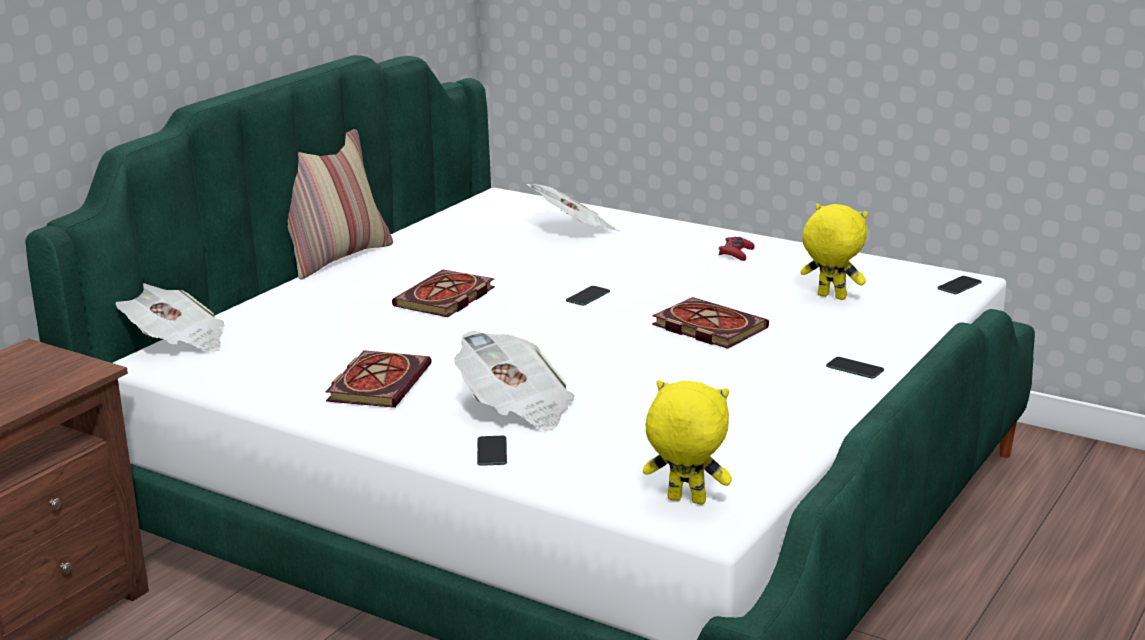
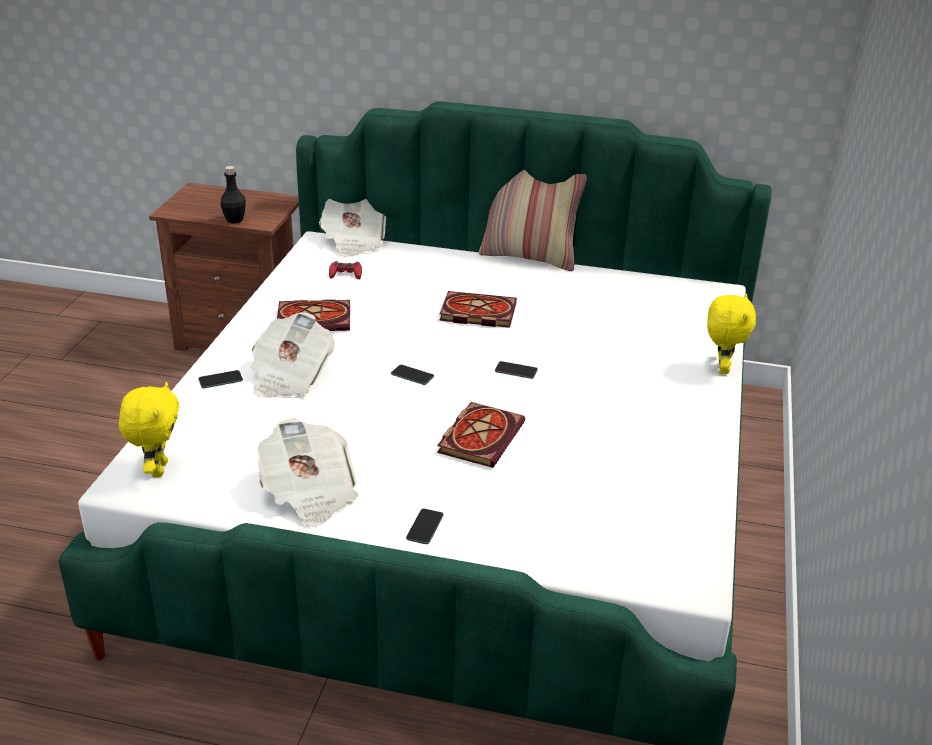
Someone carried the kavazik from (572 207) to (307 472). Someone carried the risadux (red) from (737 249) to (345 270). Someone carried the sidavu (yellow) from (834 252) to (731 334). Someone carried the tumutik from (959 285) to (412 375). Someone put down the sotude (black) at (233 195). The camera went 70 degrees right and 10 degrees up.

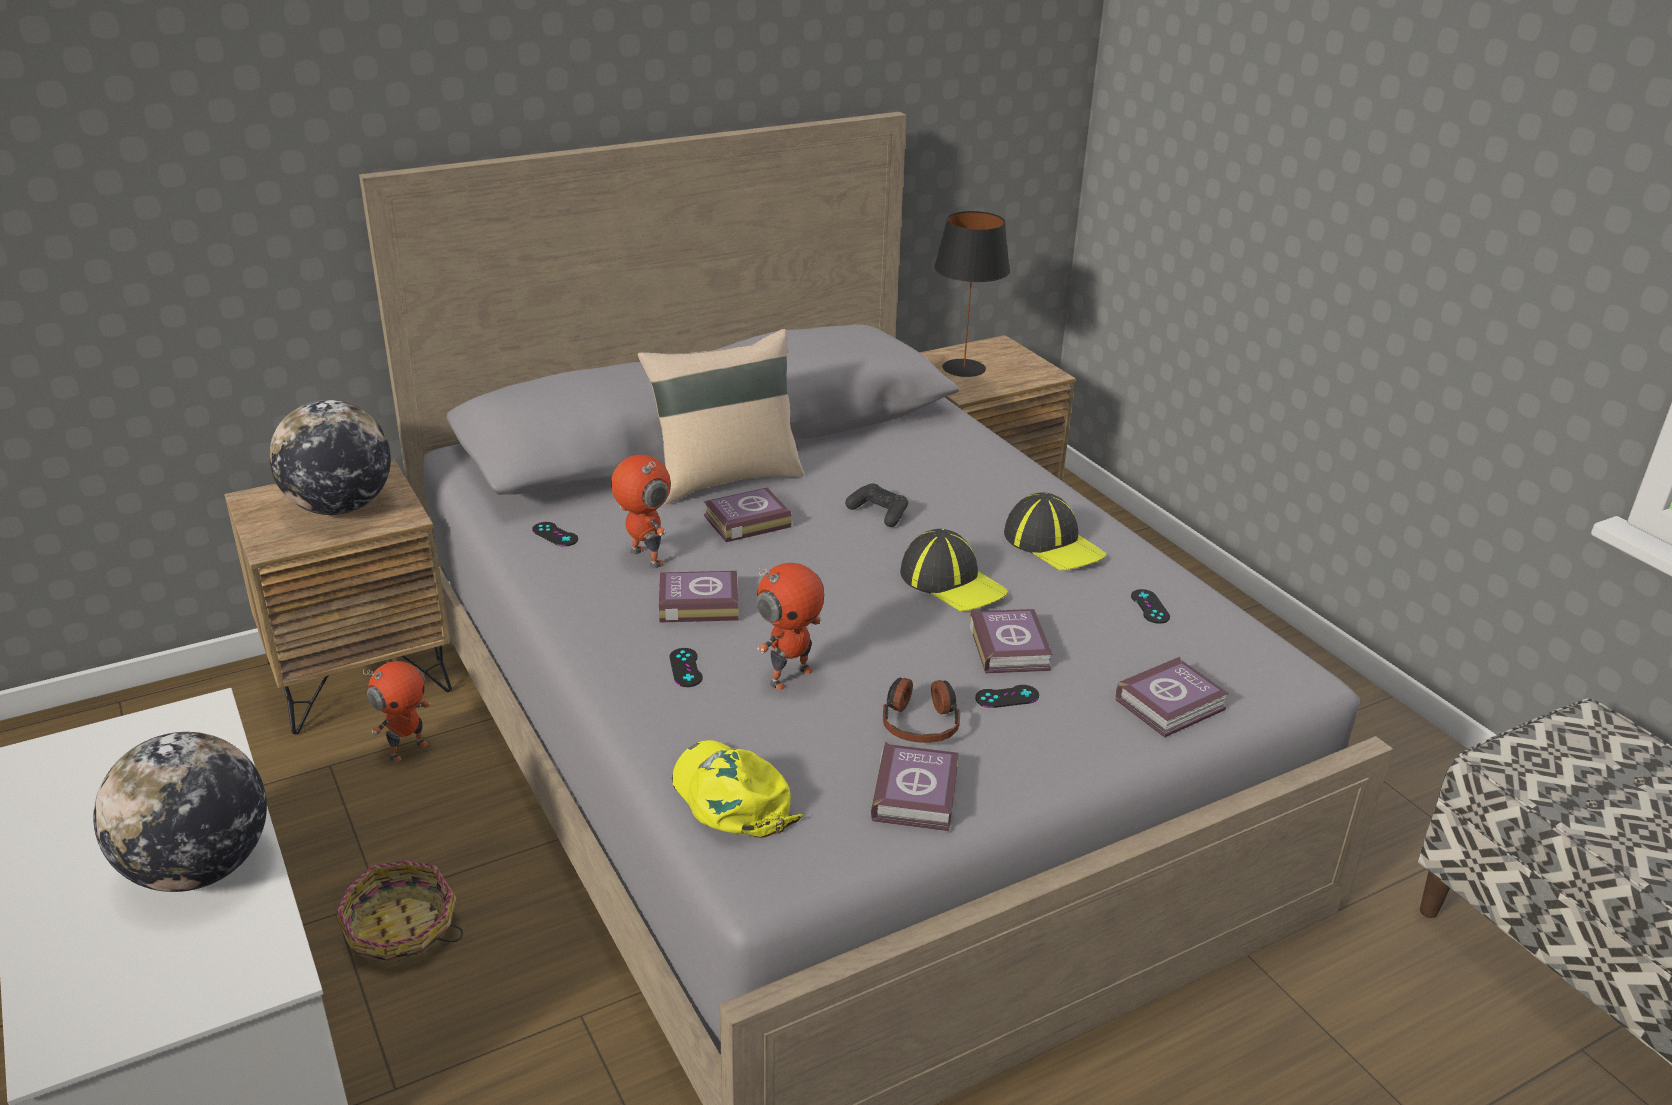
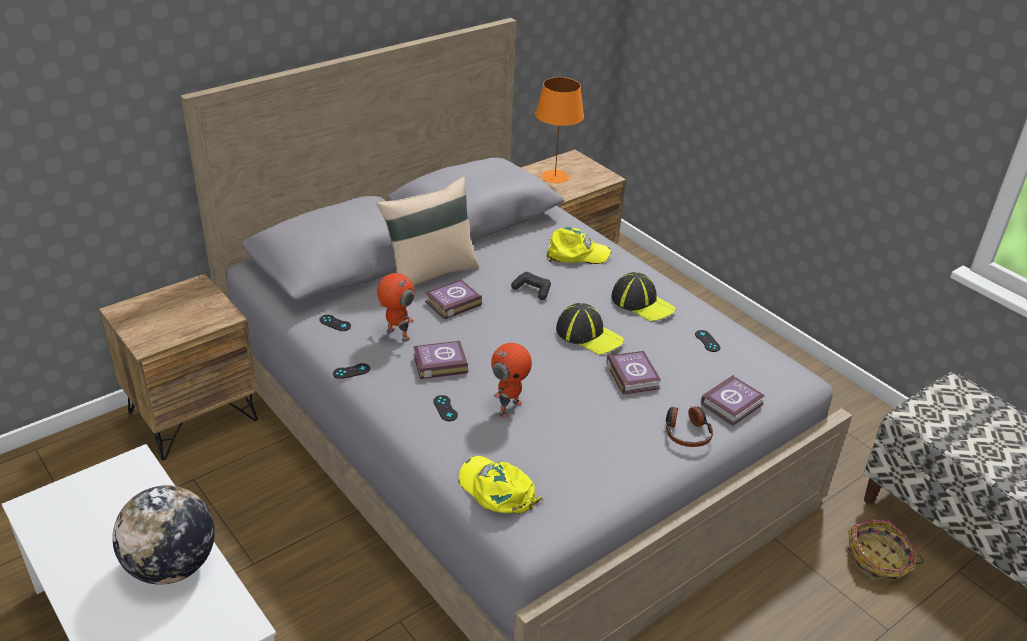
Someone took away the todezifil at (330 457). Someone carried the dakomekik from (399 912) to (885 550). Someone took away the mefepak at (396 712). Someone took away the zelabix at (915 786). Someone carried the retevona from (921 710) to (689 426). Someone repainted the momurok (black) at (972 294), which became the momurok (orange) at (559 130). Someone carried the risadux (black) from (1007 696) to (351 371). Someone put down the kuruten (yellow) at (579 245). The camera went 10 degrees left and 5 degrees up.

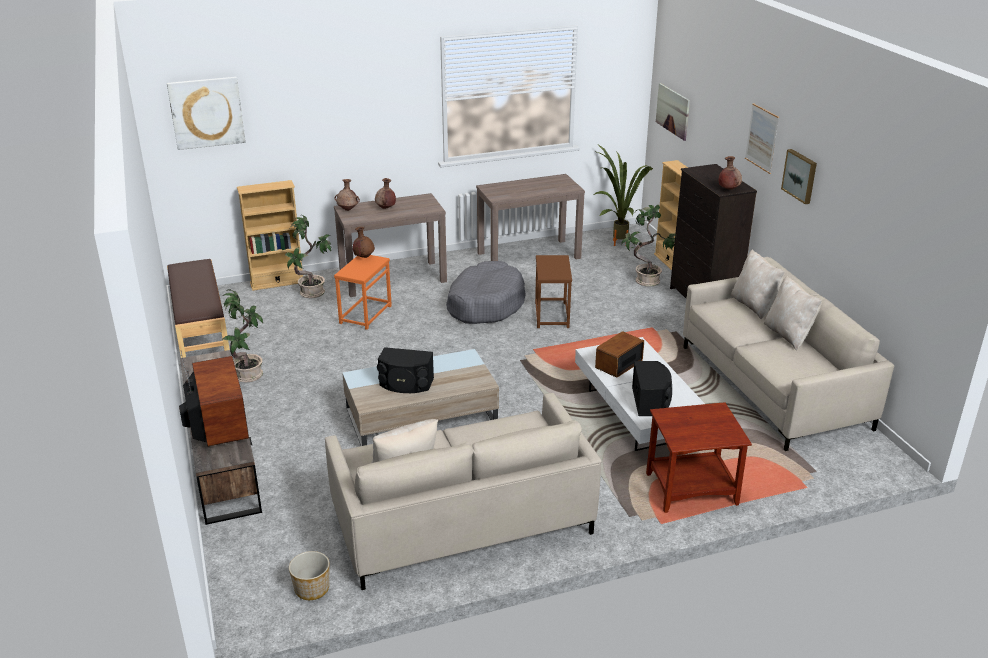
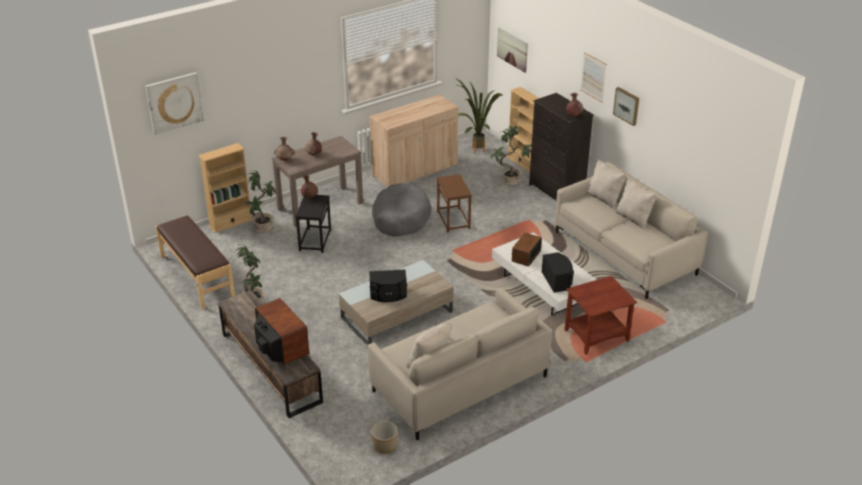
Someone repainted the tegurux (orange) at (363 292), which became the tegurux (black) at (313 224). Someone swapped the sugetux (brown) at (530 217) for the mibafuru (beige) at (413 140). The camera went 15 degrees left and 5 degrees up.

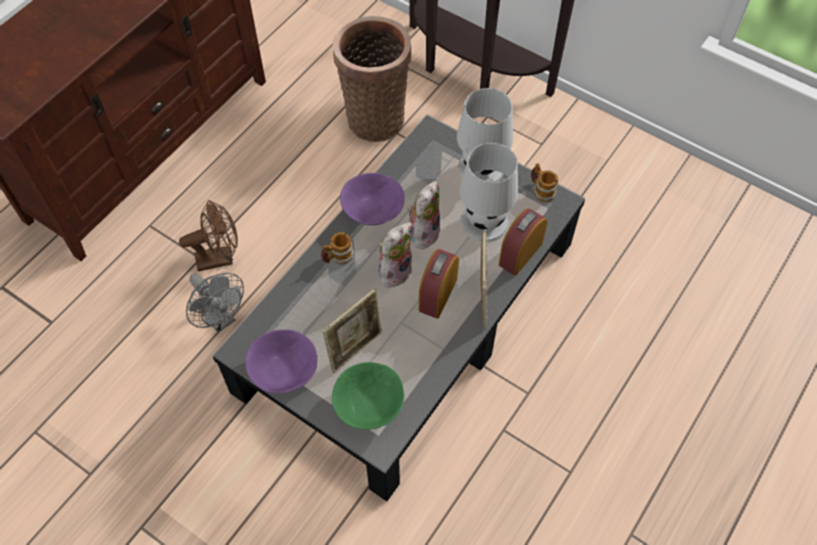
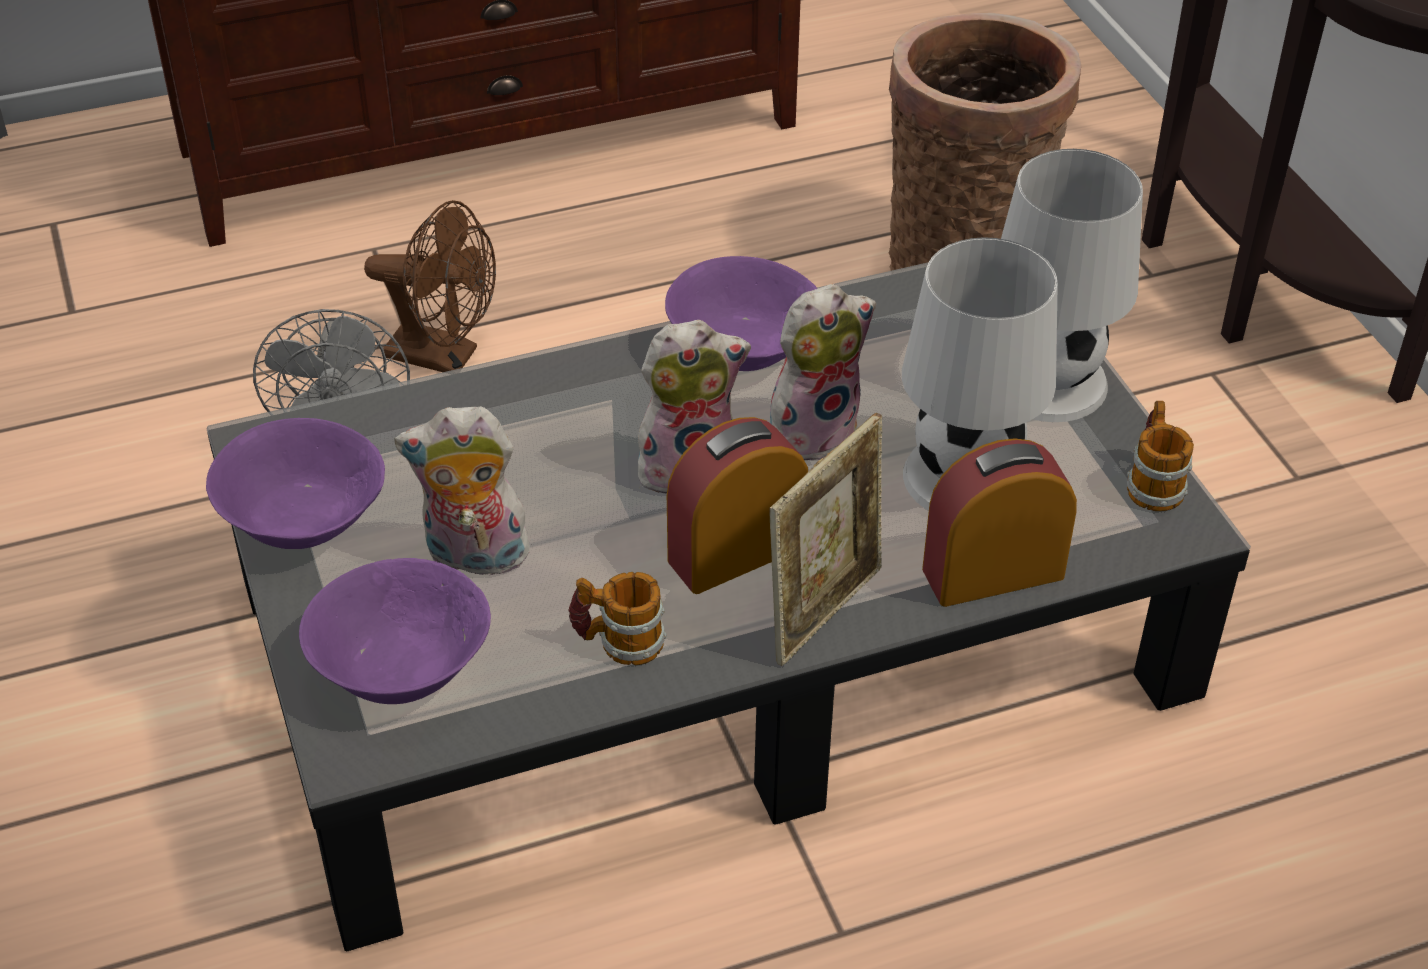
Someone carried the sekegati from (337 248) to (617 619). Someone swapped the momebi at (352 331) for the sidavu at (463 494). Someone repainted the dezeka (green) at (368 395), which became the dezeka (purple) at (395 631). The camera went 35 degrees right and 15 degrees down.

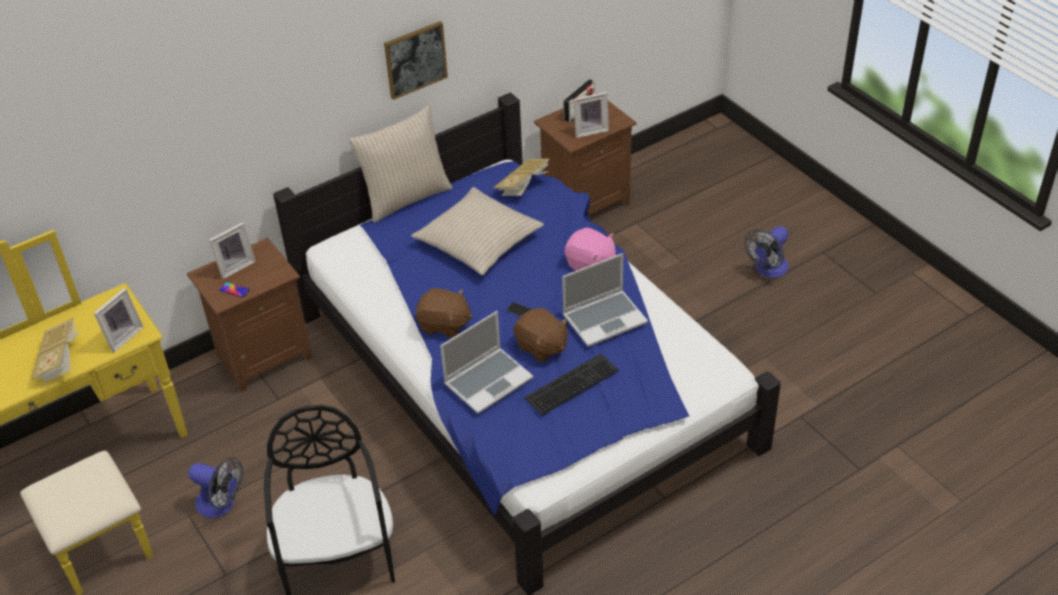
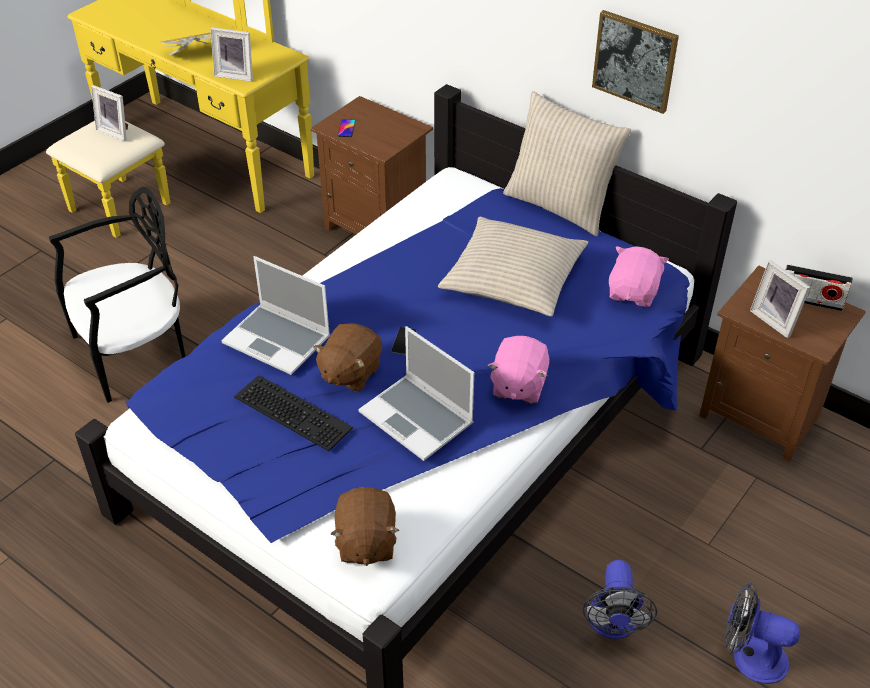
Someone carried the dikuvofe from (215 487) to (620 599). Someone carried the momebi from (232 250) to (109 113). Someone carried the sidavu (brown) from (444 313) to (365 526). Someone swapped the zelabix at (522 177) for the sidavu (pink) at (639 276). The camera went 70 degrees right and 0 degrees up.

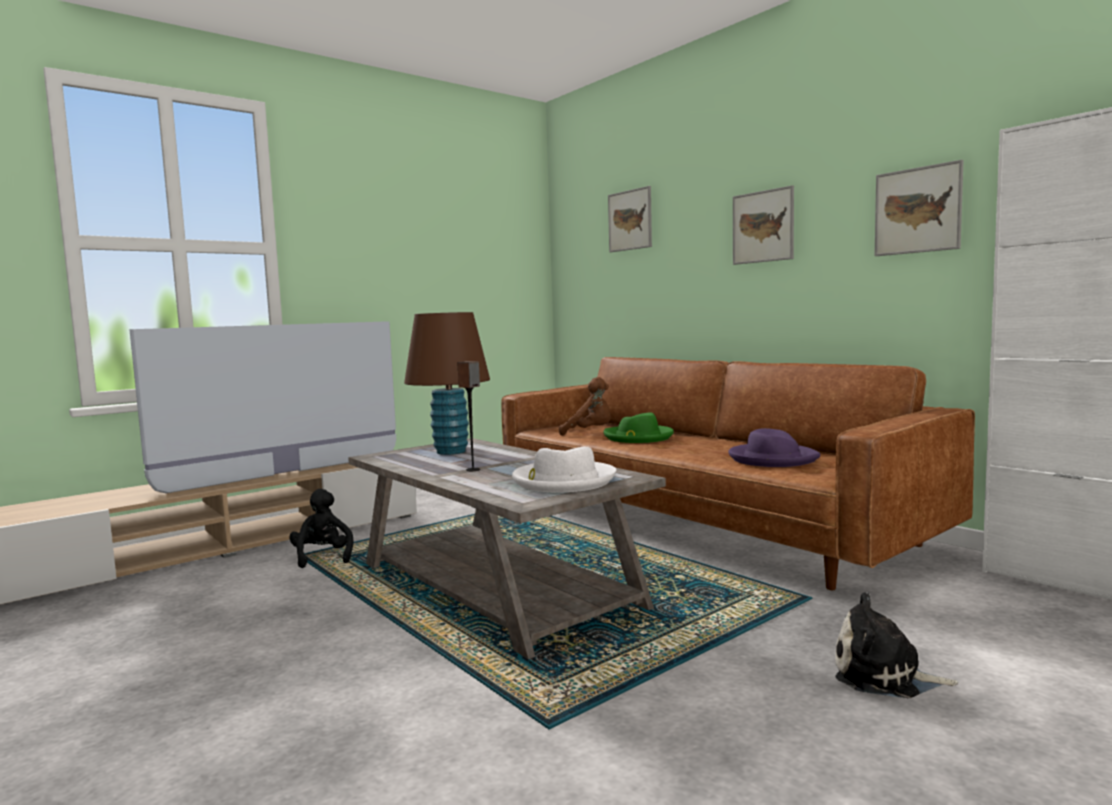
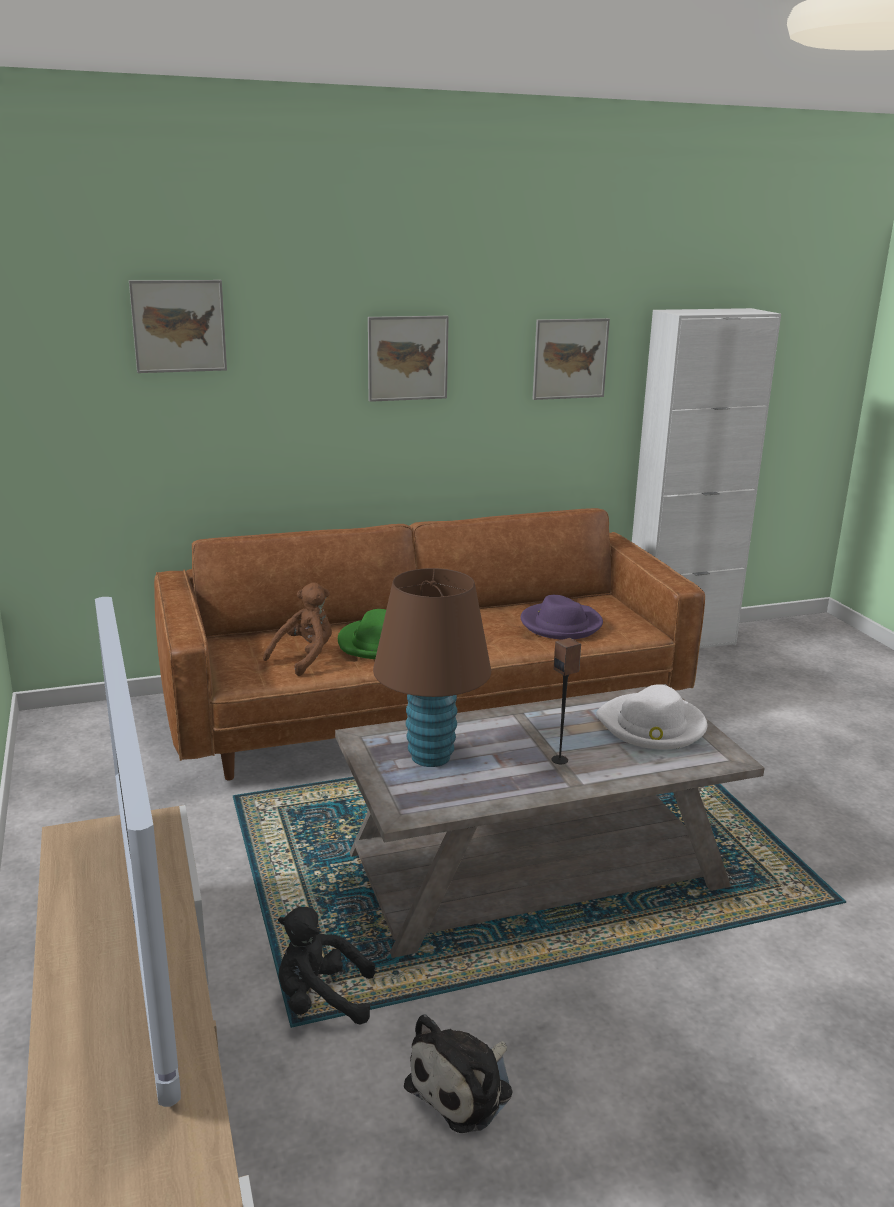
Someone carried the sidavu from (896 645) to (458 1073). The camera went 70 degrees left and 15 degrees up.

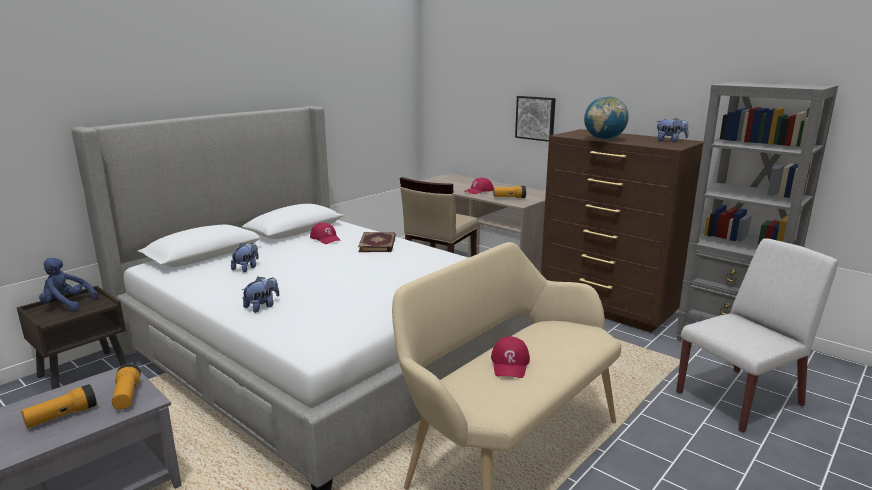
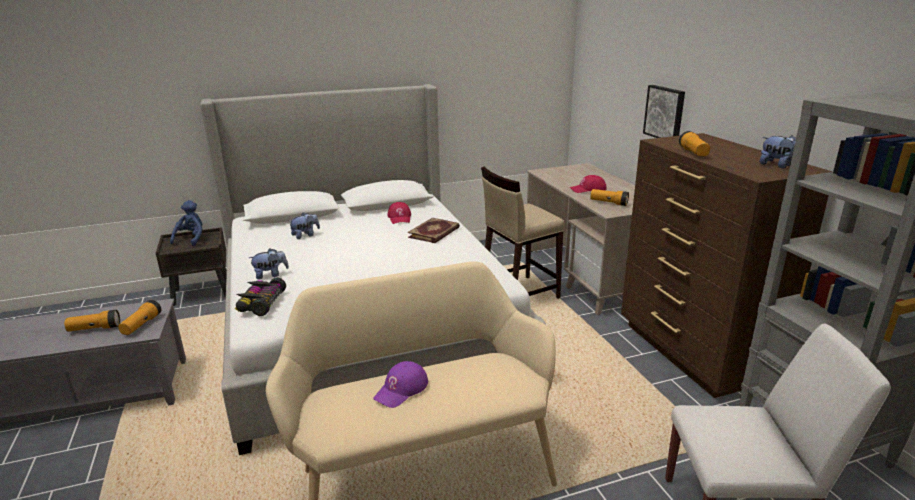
Someone rotated the sidavu (blue) at (68 284) by 60 degrees clockwise. Someone repainted the kuruten (red) at (510 357), which became the kuruten (purple) at (400 384). Someone swapped the todezifil at (606 118) for the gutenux at (694 143). Someone put down the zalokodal at (260 297). The camera went 30 degrees right and 5 degrees up.

